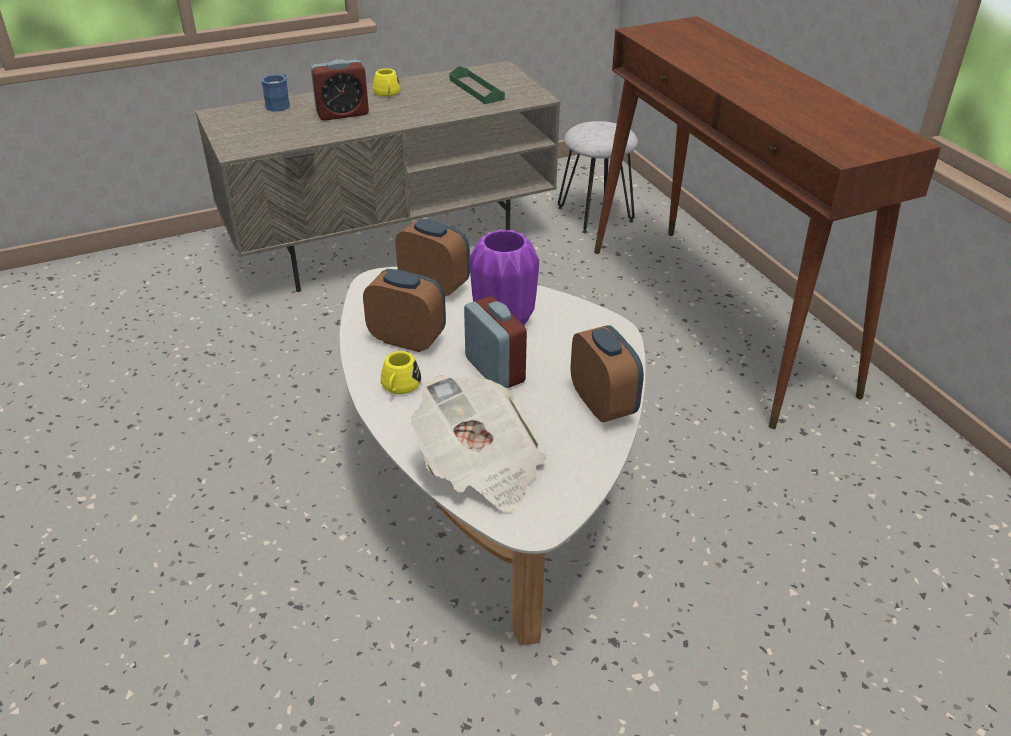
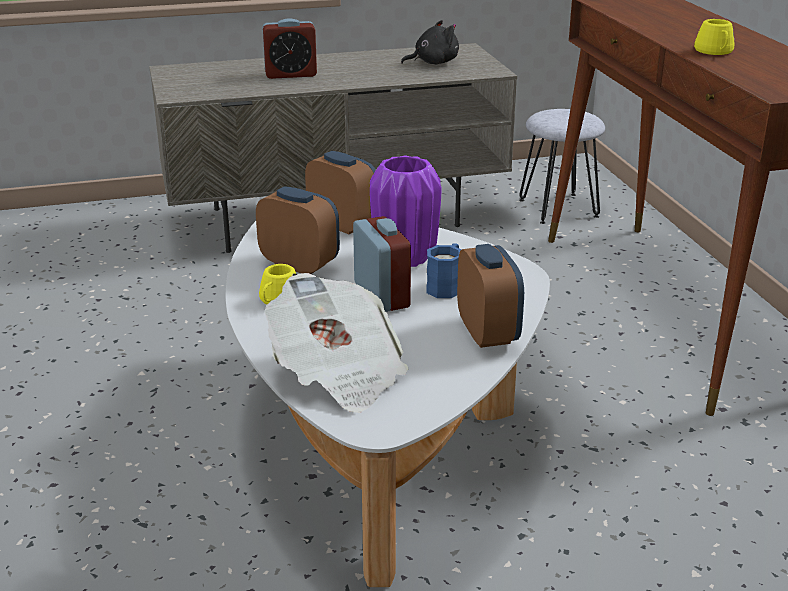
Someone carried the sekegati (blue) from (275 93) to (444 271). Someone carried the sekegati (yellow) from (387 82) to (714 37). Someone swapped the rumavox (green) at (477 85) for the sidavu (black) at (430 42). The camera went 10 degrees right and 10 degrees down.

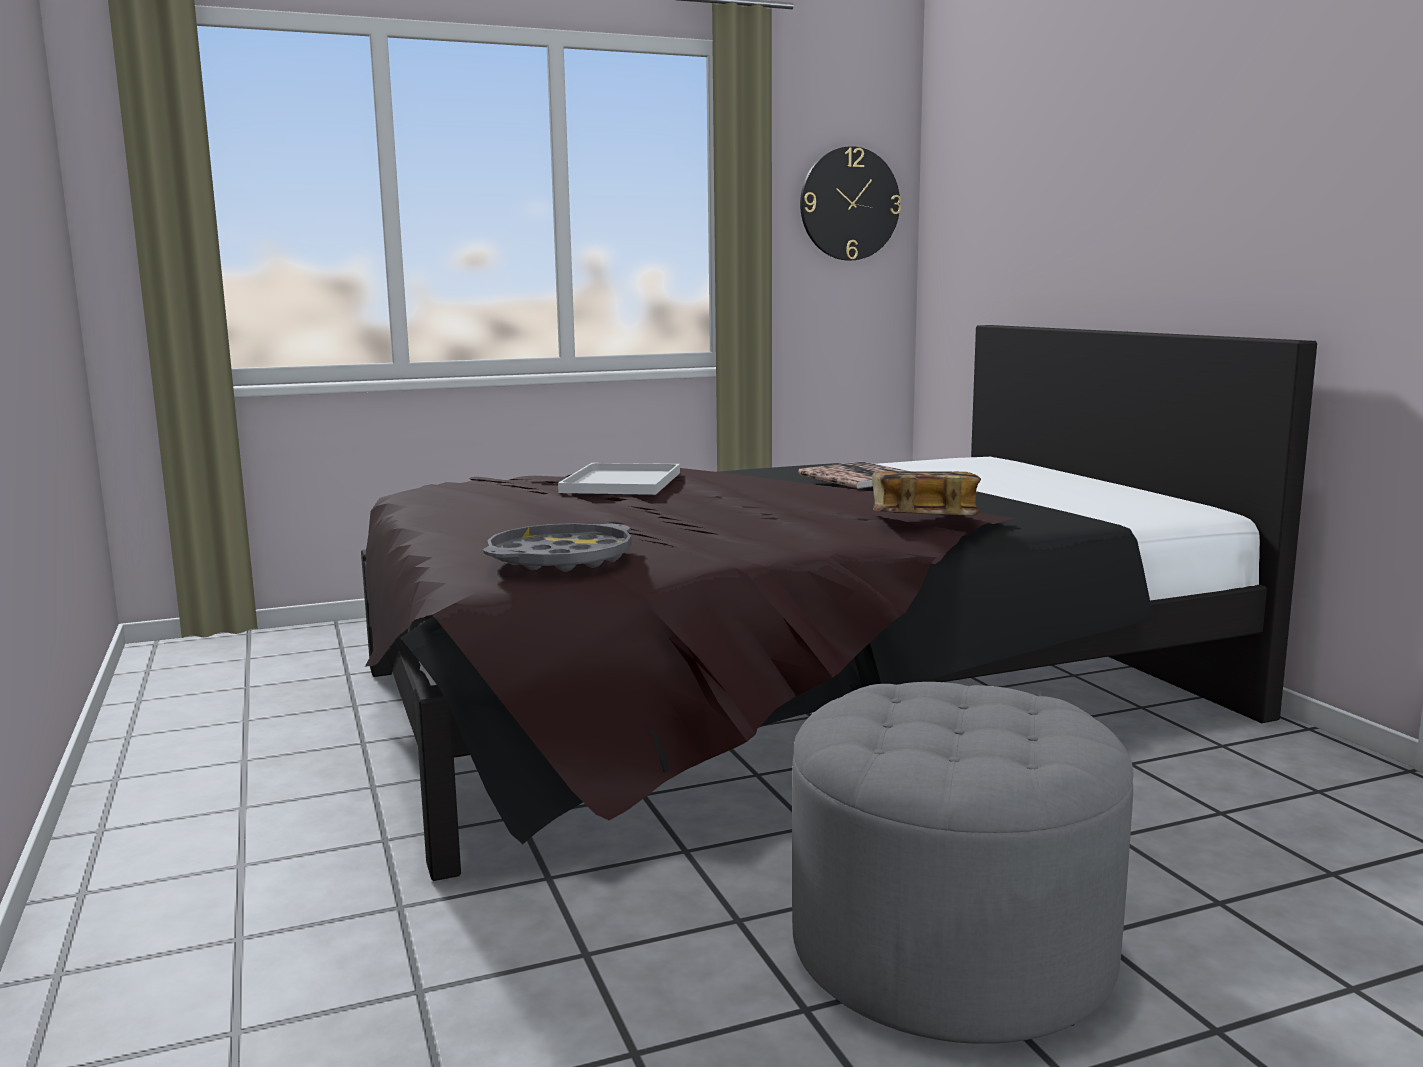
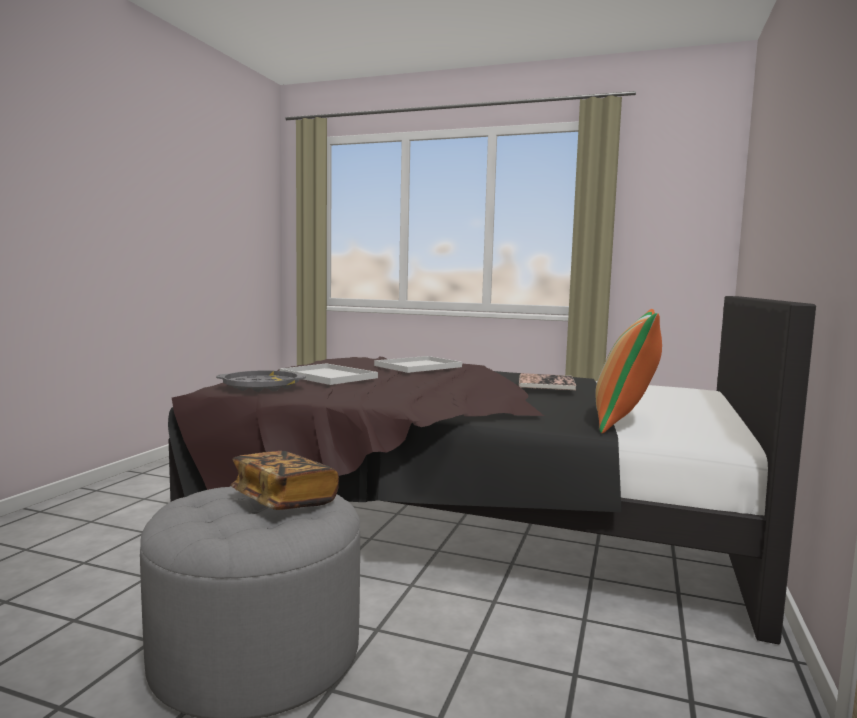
Someone took away the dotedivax at (850 203). Someone carried the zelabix from (926 493) to (284 480). Someone put down the rumavox (white) at (328 374). Someone put down the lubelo at (628 371). The camera went 40 degrees right and 5 degrees down.

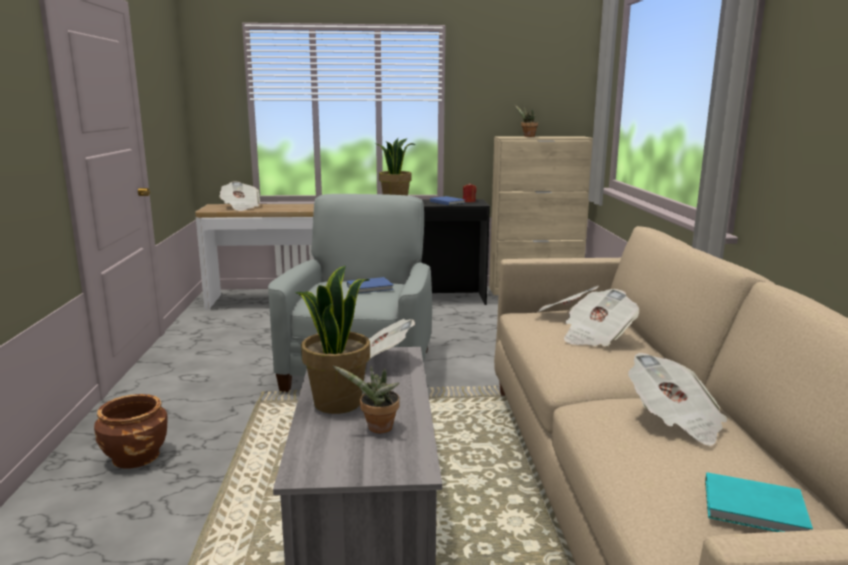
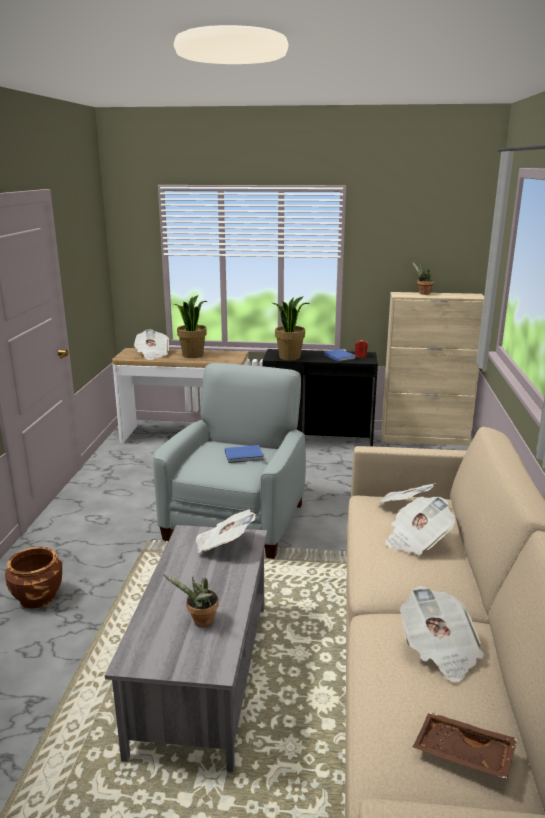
Someone carried the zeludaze from (332 340) to (191 326). Someone swapped the zelabix (turquoise) at (759 502) for the rumavox (brown) at (465 745). The camera went 10 degrees right and 5 degrees up.

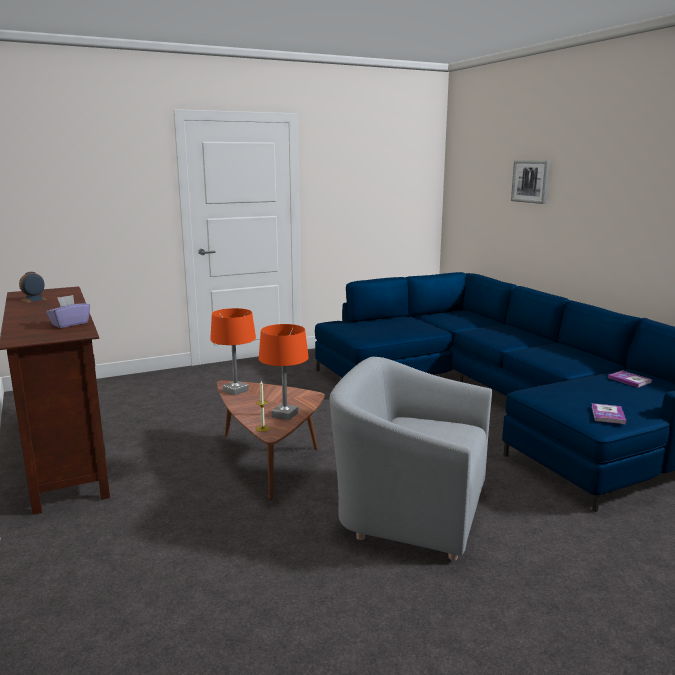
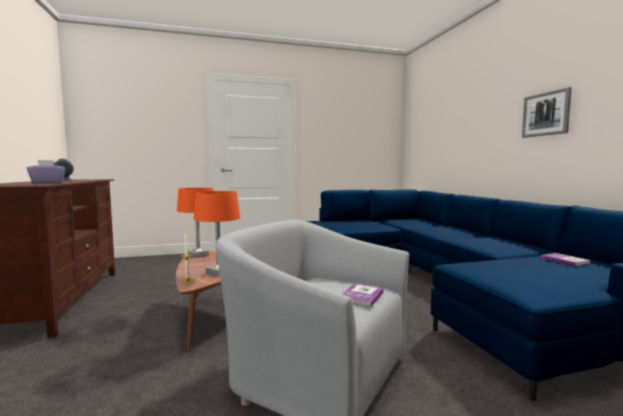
Someone carried the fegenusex from (530 182) to (547 112). Someone carried the zelabix from (609 413) to (363 295). The camera went 10 degrees right and 10 degrees down.

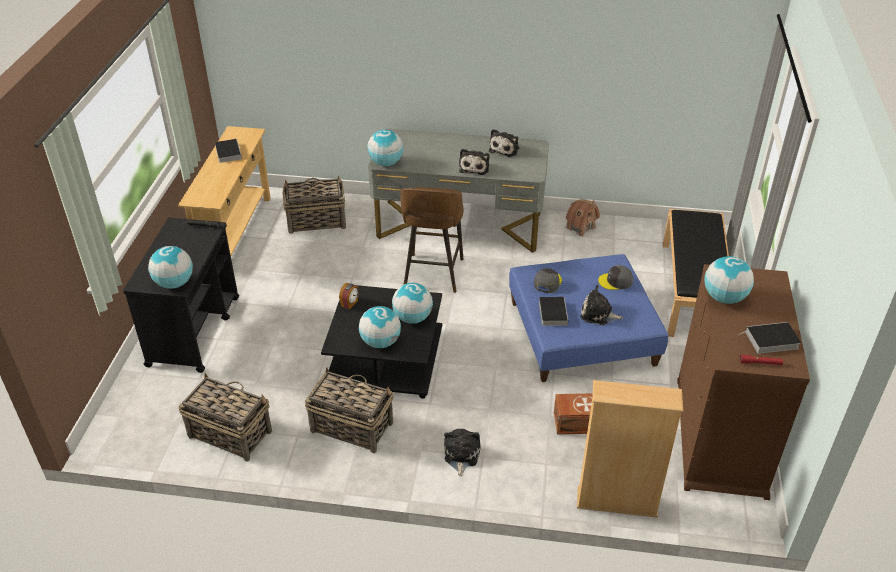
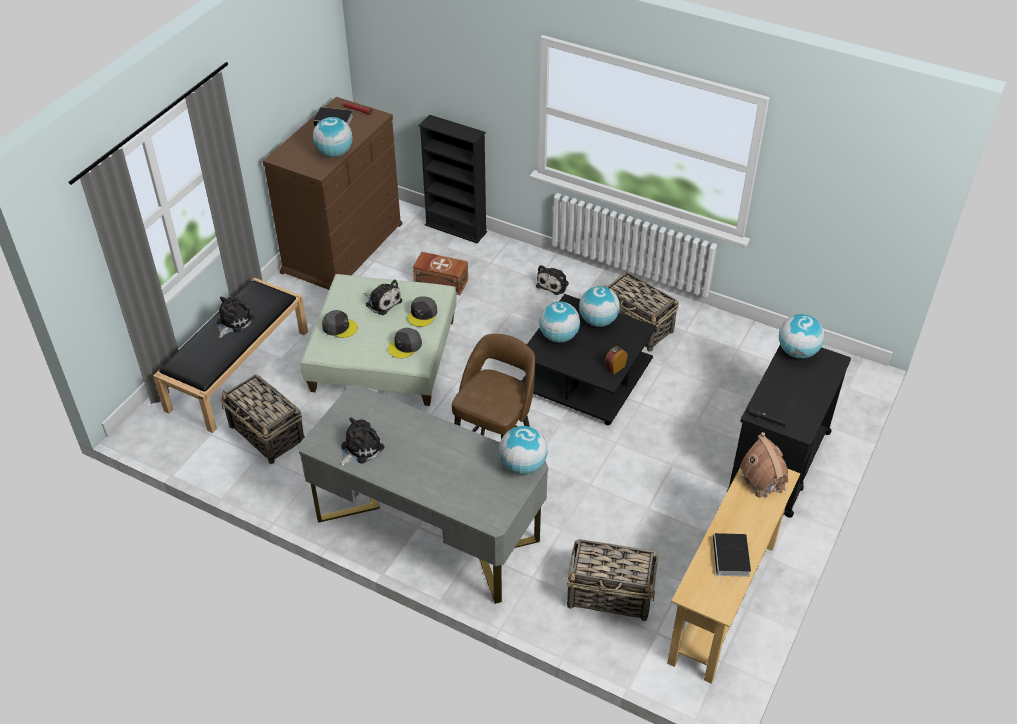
Someone carried the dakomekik from (225 417) to (262 419). Someone carried the sidavu from (474 162) to (235 317). Someone repainted the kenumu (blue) at (589 318), which became the kenumu (green) at (379 340). Someone swapped the zelabix at (553 311) for the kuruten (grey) at (422 311). Someone carried the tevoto from (582 218) to (764 465). Someone repainted the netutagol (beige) at (630 449), which became the netutagol (black) at (452 179). The camera went 160 degrees left and 5 degrees up.

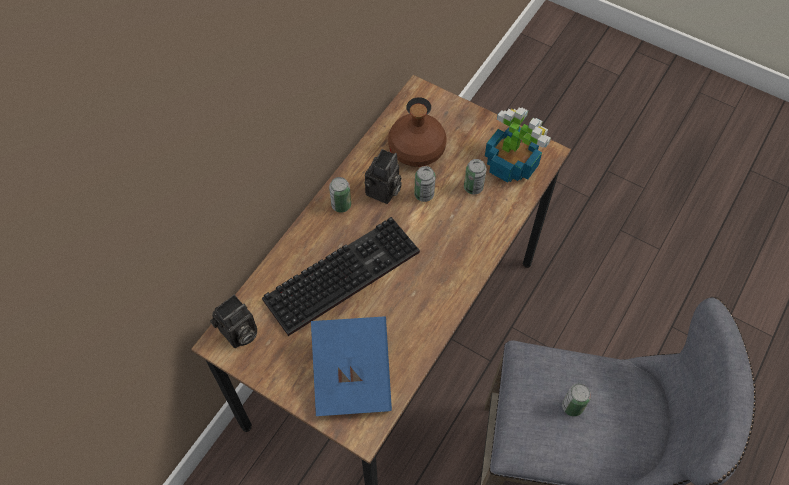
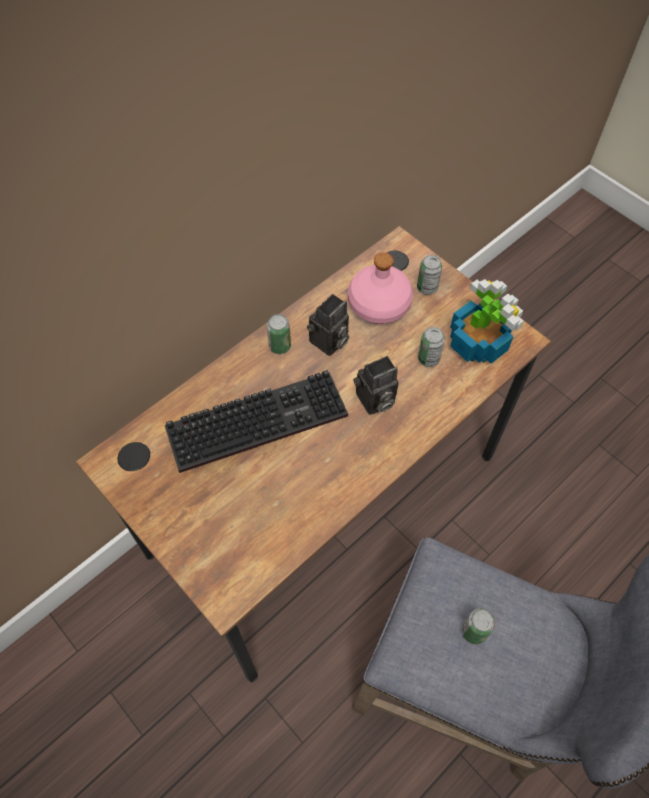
Someone carried the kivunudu from (233 321) to (376 385). Someone took away the zelabix (blue) at (351 366). Someone repainted the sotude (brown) at (417 135), which became the sotude (pink) at (380 288). Someone carried the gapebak from (425 184) to (429 275). The camera went 15 degrees right and 0 degrees up.

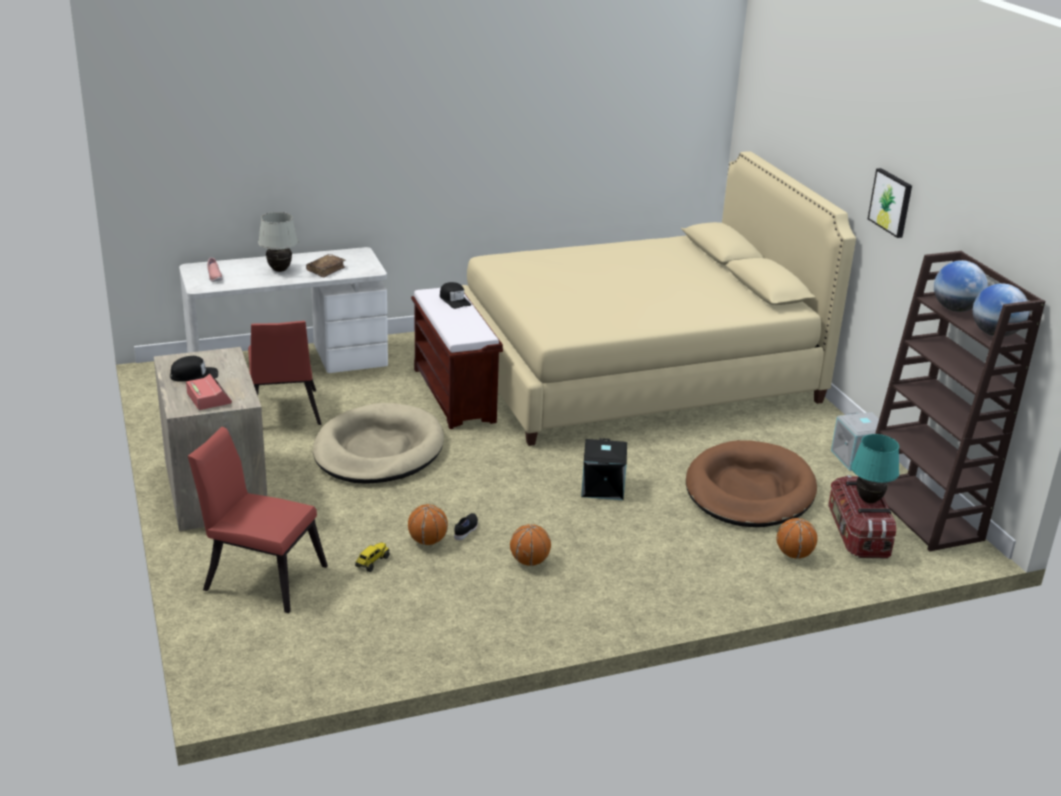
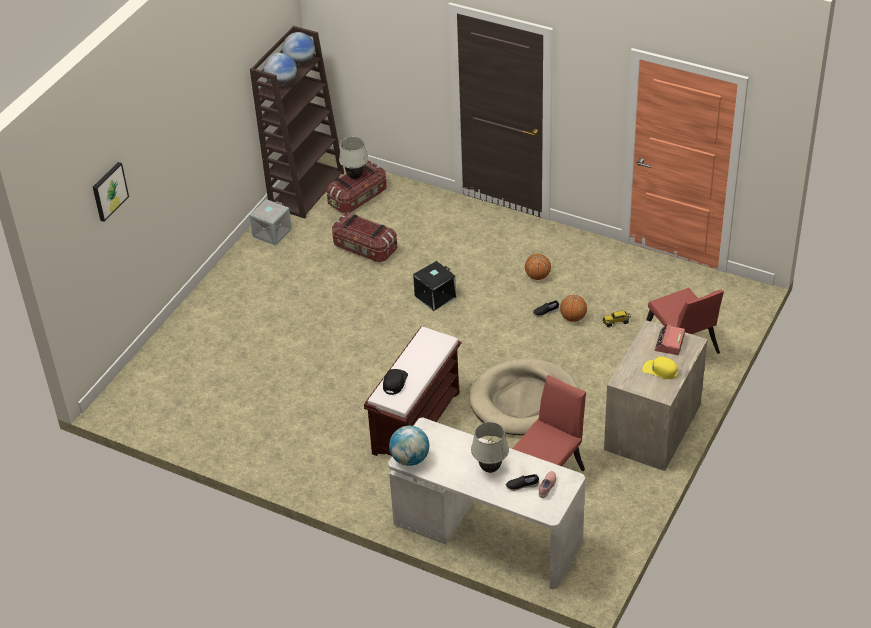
Someone repainted the kuruten (black) at (194 369), which became the kuruten (yellow) at (660 367). Someone took away the zelabix (brown) at (325 266). Someone took away the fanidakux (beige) at (658 298). Someone swapped the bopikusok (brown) at (751 483) for the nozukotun at (364 237). Someone took away the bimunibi at (797 538). Someone repainted the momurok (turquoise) at (875 468), which became the momurok (white) at (354 158). Someone carried the fegenusex from (890 203) to (111 192). Someone put down the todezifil at (409 446). Someone put down the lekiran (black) at (522 482). The camera went 130 degrees left and 15 degrees up.

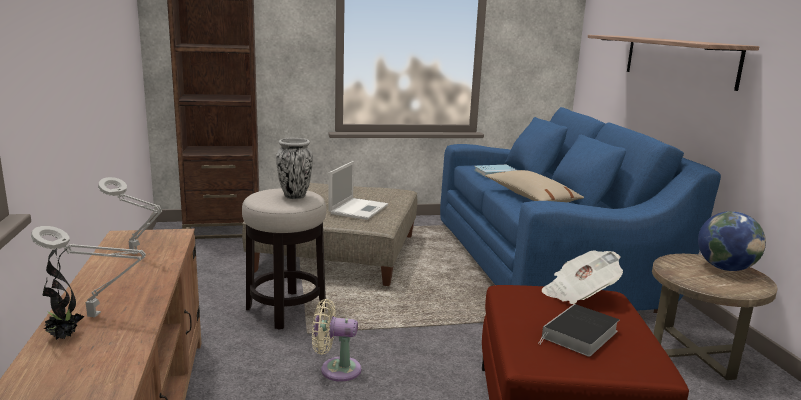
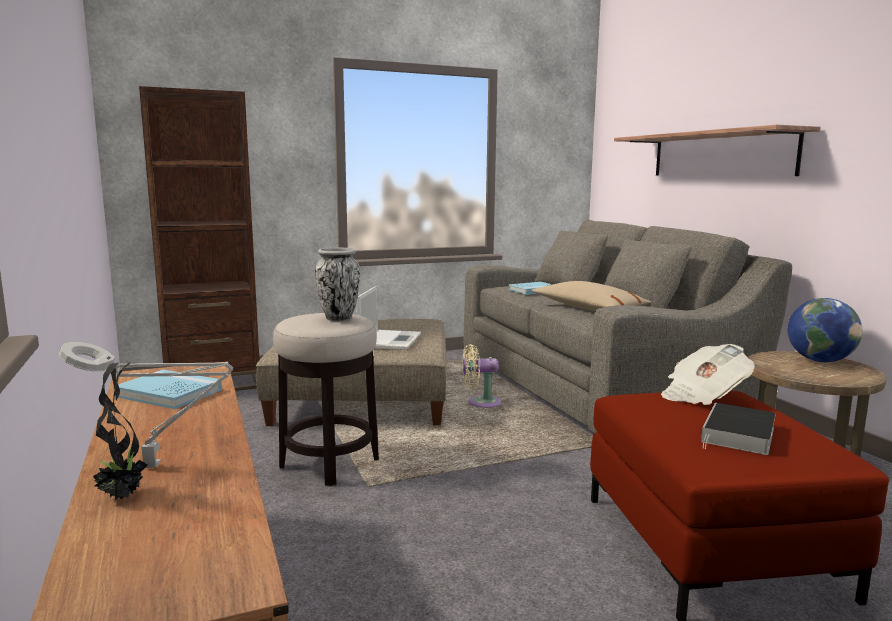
Someone swapped the momurok (grey) at (130 215) for the zelabix (blue) at (167 389). Someone carried the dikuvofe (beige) from (336 340) to (482 376). Someone repainted the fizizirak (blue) at (580 210), which became the fizizirak (grey) at (627 326). The camera went 10 degrees left and 5 degrees down.

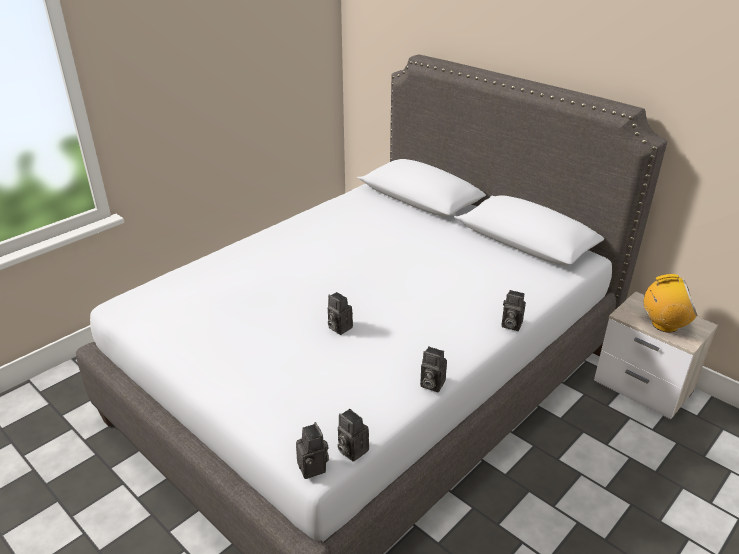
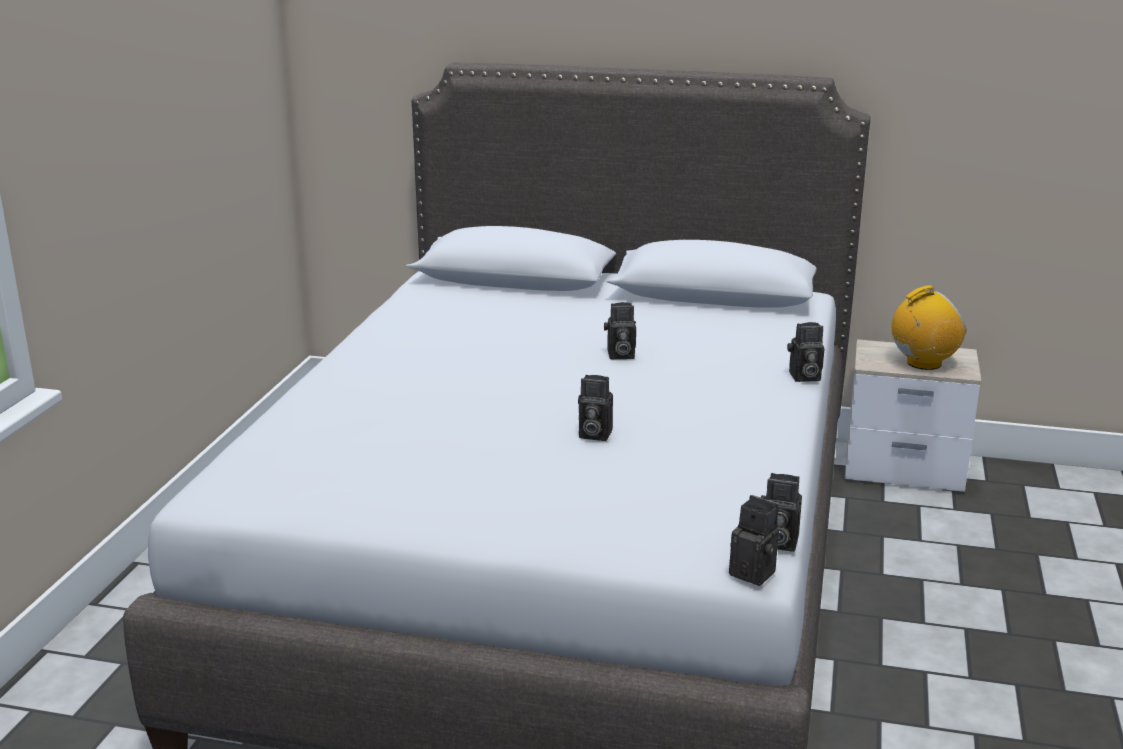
Someone carried the kivunudu from (433 369) to (620 331). The camera went 30 degrees left and 10 degrees down.

